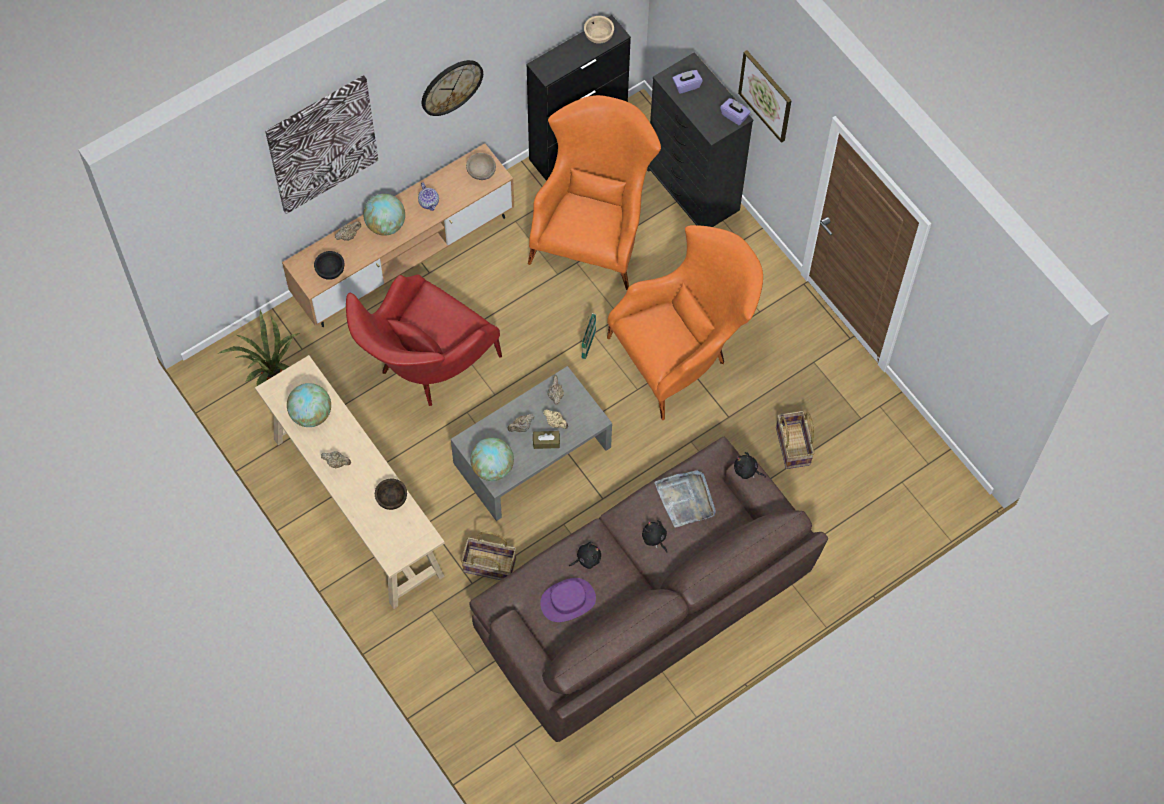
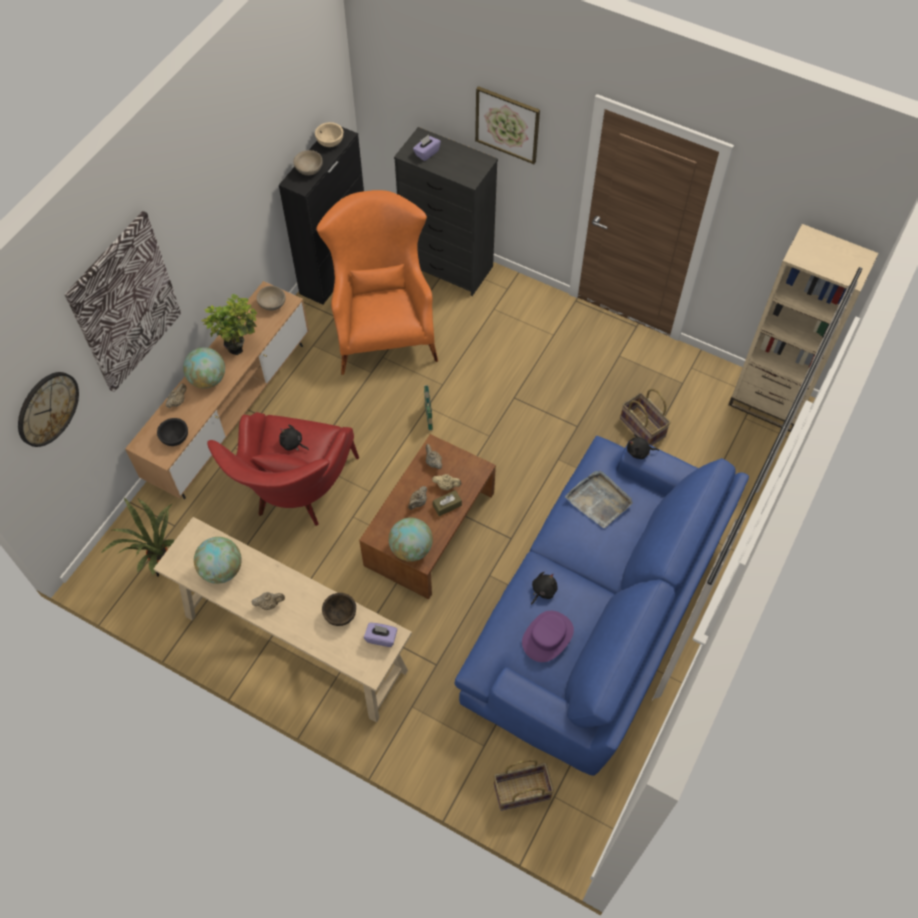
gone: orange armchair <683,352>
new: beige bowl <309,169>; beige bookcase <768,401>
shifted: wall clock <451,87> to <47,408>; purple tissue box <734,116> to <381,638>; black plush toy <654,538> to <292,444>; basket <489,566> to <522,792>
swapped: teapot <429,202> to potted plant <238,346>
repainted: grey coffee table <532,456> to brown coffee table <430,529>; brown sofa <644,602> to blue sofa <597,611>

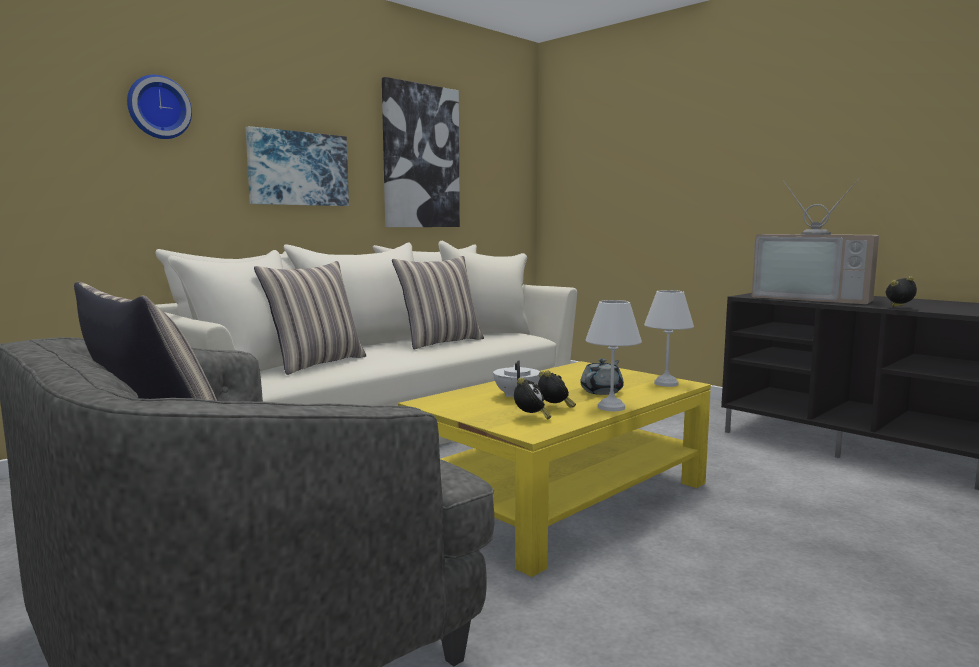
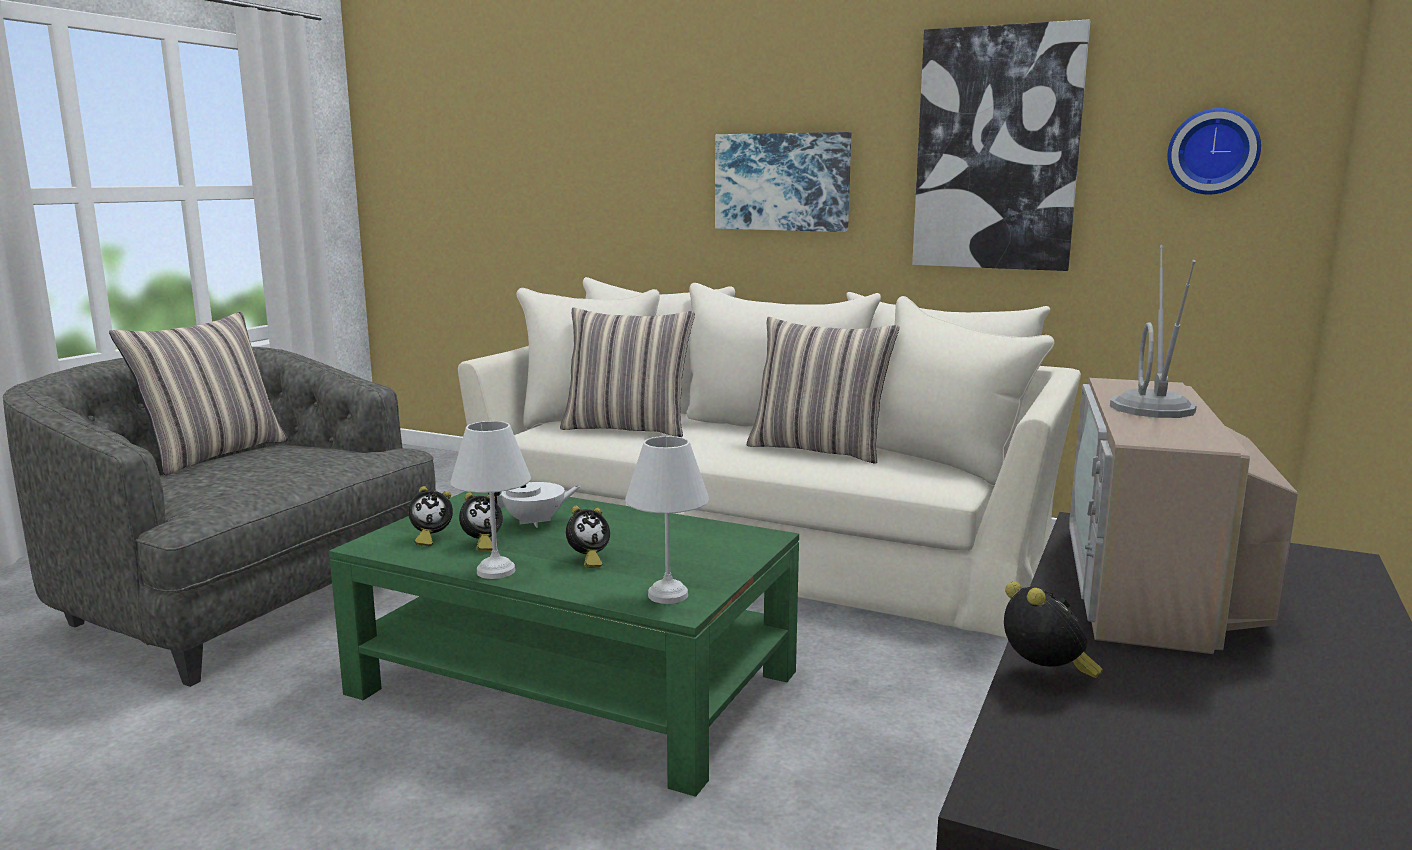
shifted: wall clock <158,107> to <1213,151>
swapped: grey teapot <602,391> to alarm clock <587,560>
repainted: yellow coffee table <561,497> to green coffee table <576,683>

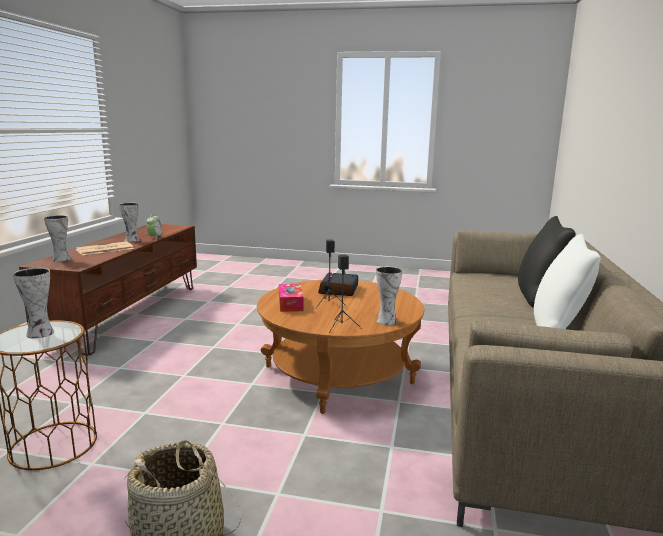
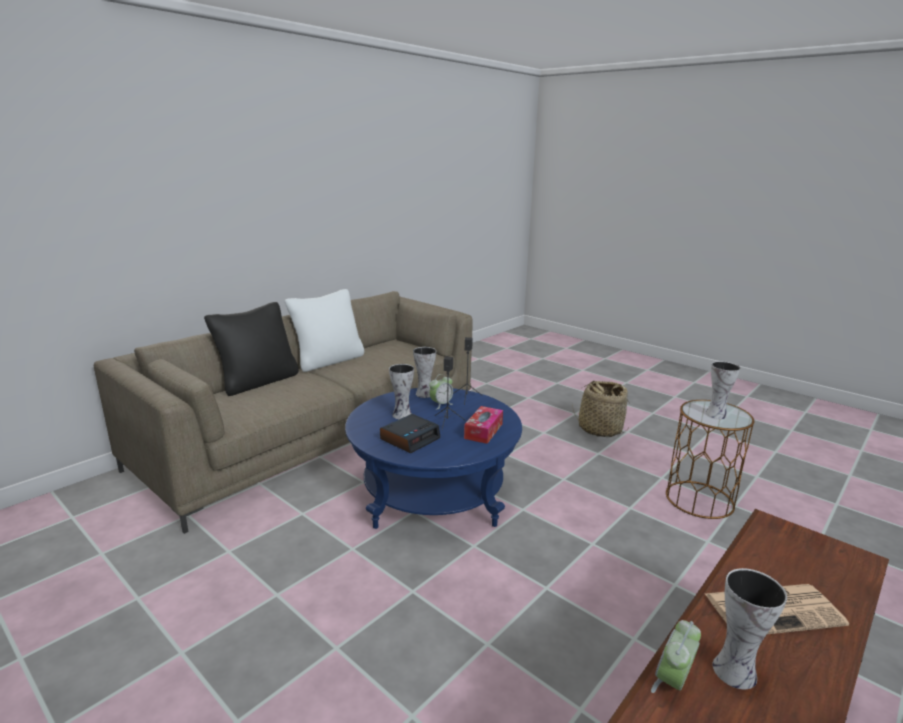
new: alarm clock <441,404>
shifted: vase <60,259> to <403,415>
repainted: brown coffee table <338,375> to blue coffee table <433,493>

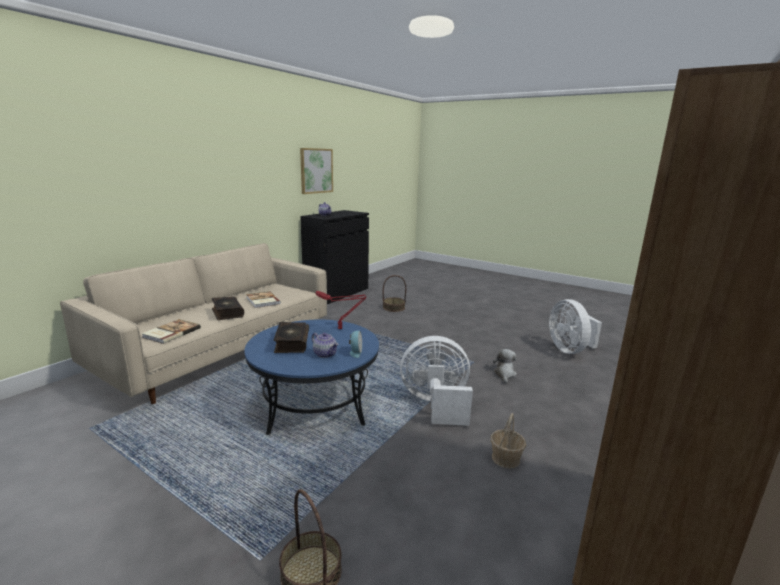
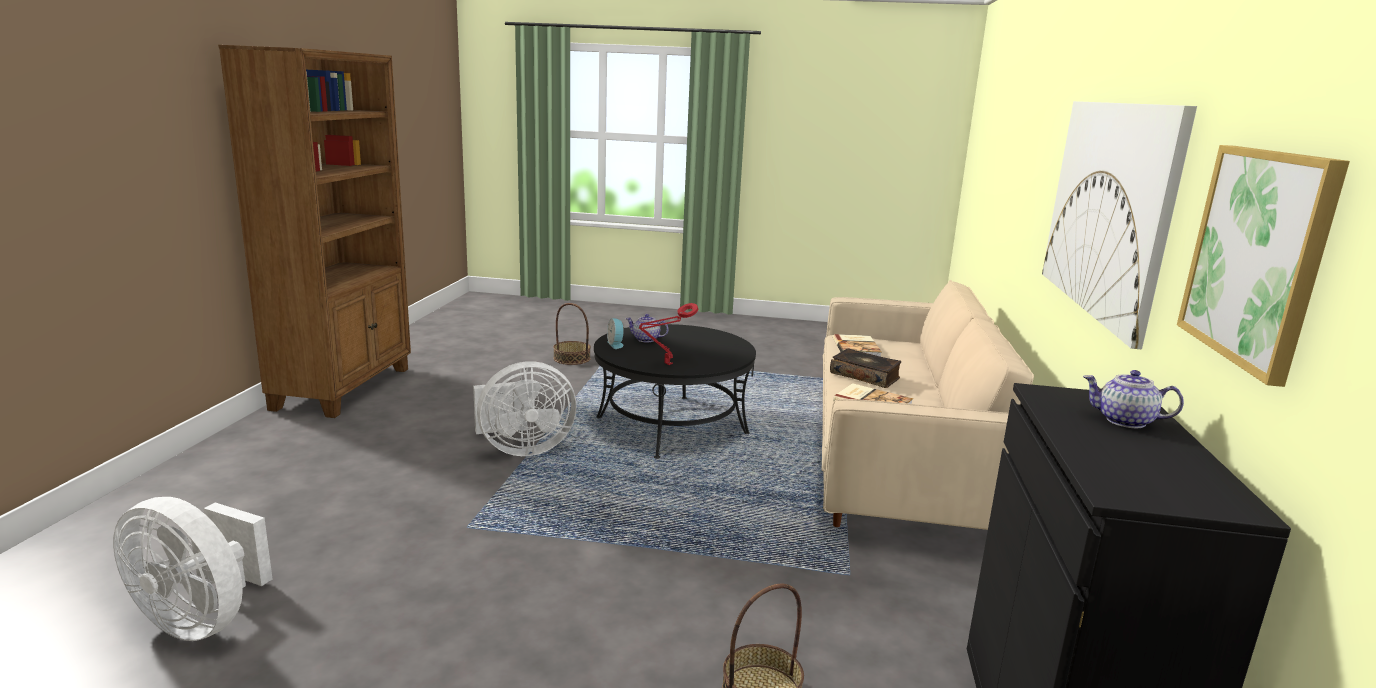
gone: book <291,343>; plush toy <504,374>; basket <506,458>
new: picture <1108,208>
repainted: blue coffee table <315,403> to black coffee table <672,426>
rotated: white fan <569,350> = <202,619> 150 degrees clockwise

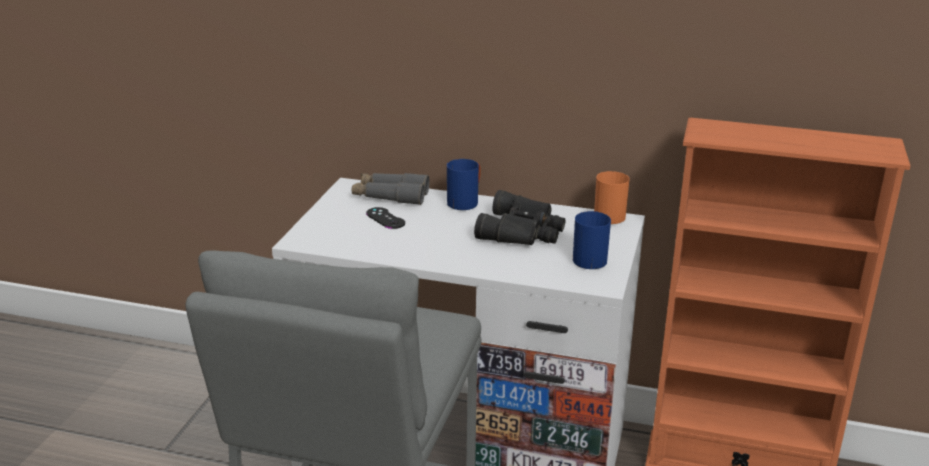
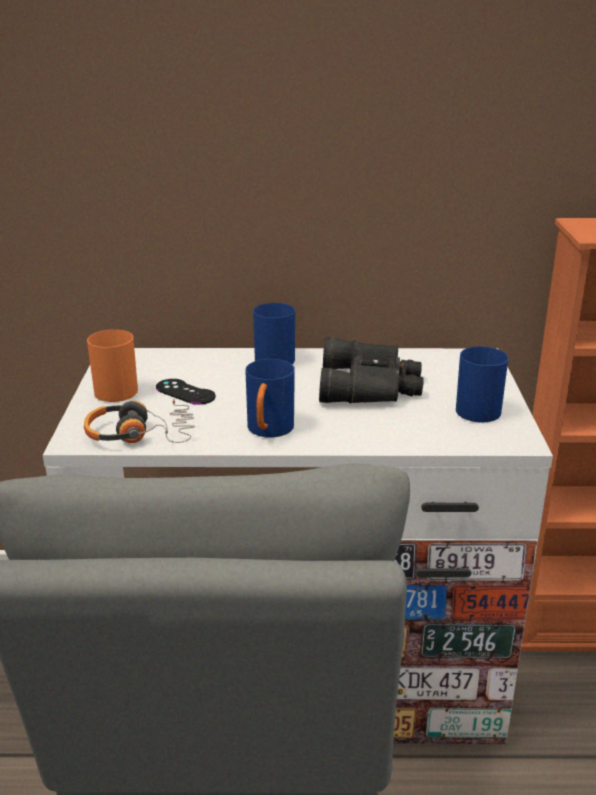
gone: grey binoculars <390,196>
new: blue mug <268,432>; headphones <141,434>
shifted: orange mug <606,215> to <112,389>

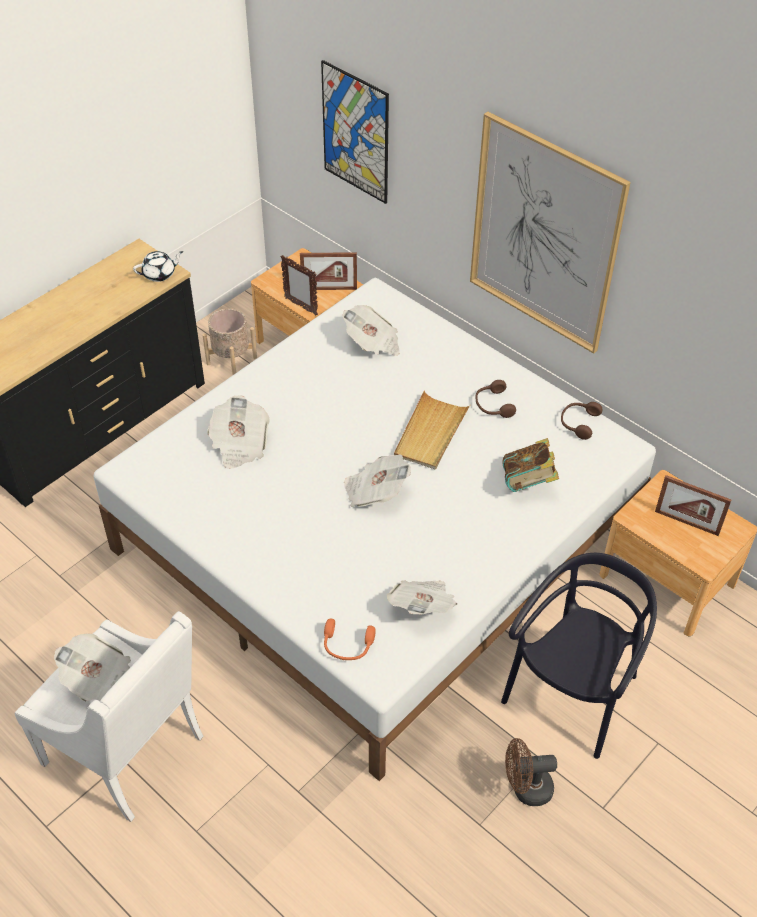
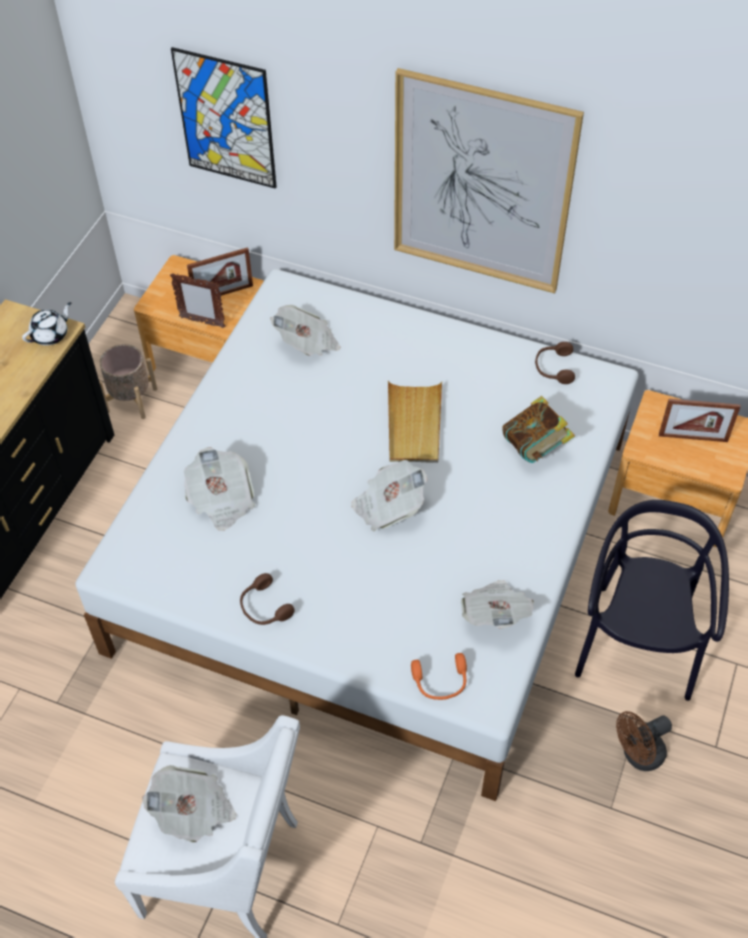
shifted: brown headphones <492,405> to <264,607>

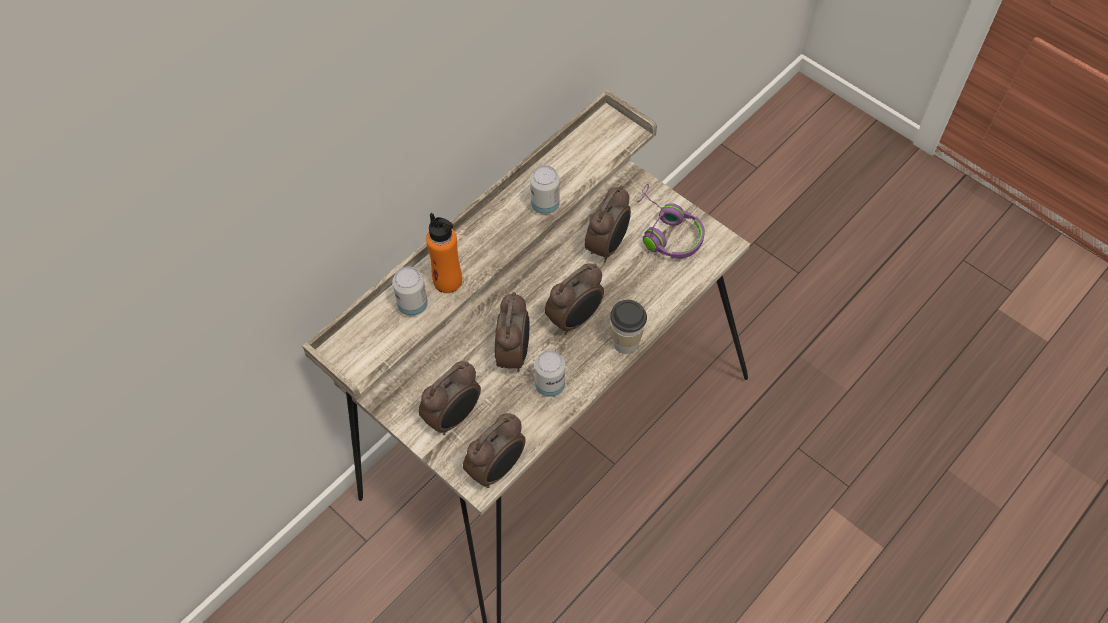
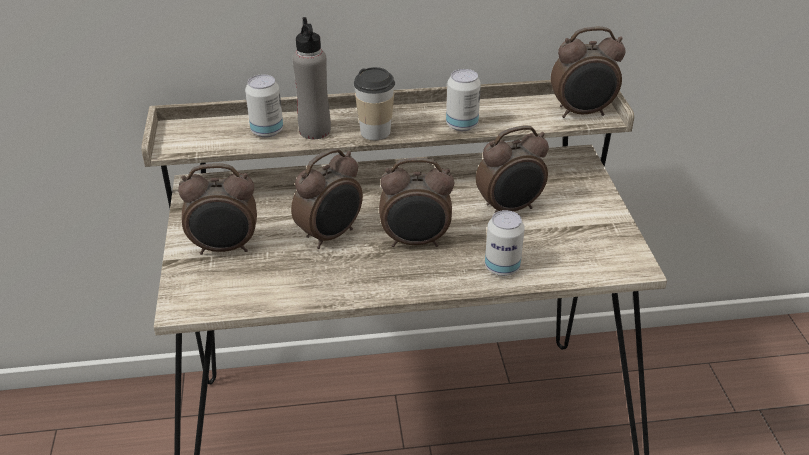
gone: purple headphones <665,232>
shifted: cup <625,342> to <375,132>; can <550,385> to <502,267>; alarm clock <497,468> to <582,113>
repainted: orange bottle <447,281> to grey bottle <315,131>

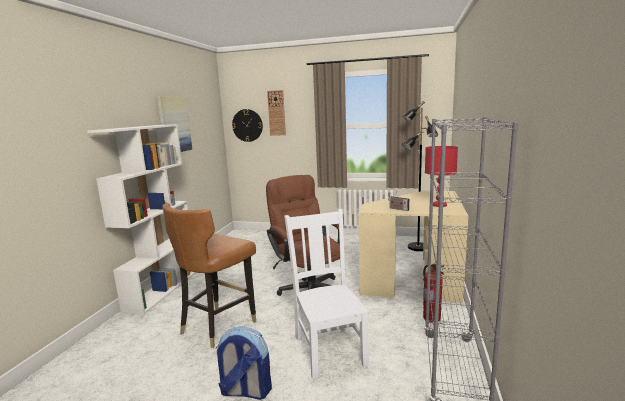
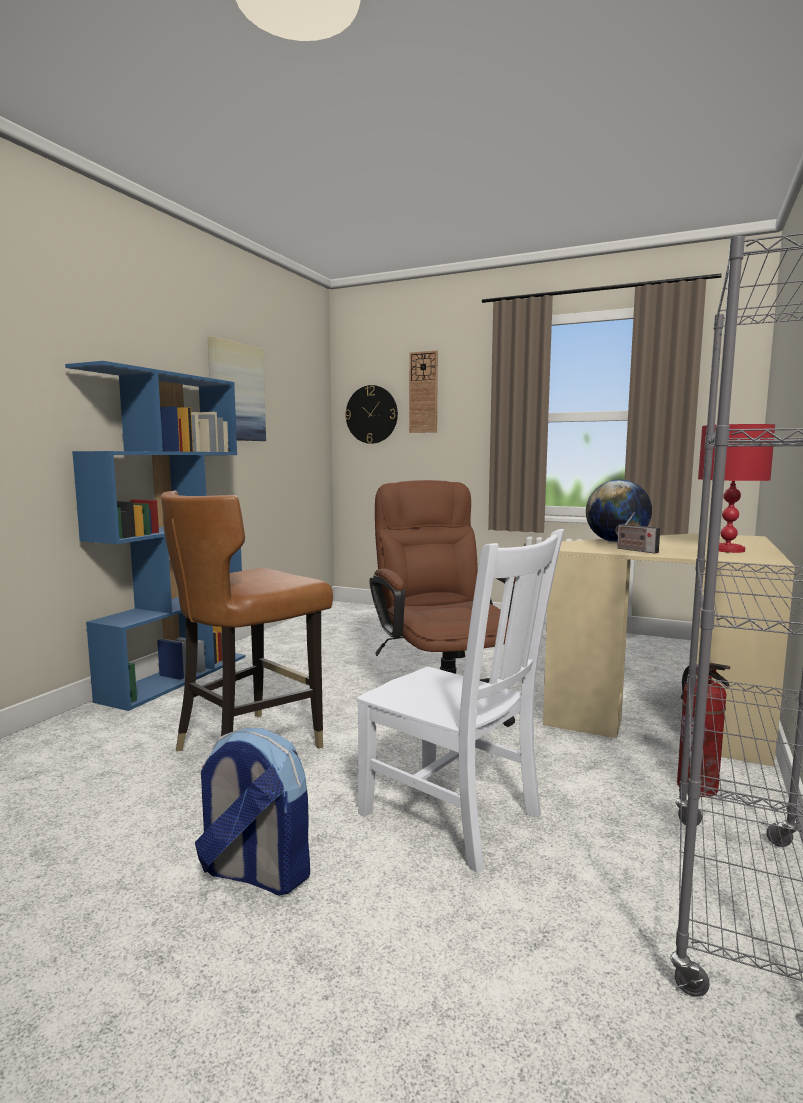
gone: black floor lamp <417,247>
new: globe <616,542>
repainted: white bookcase <162,290> to blue bookcase <176,677>
rotated: white chair <329,348> = <454,816> 135 degrees clockwise

